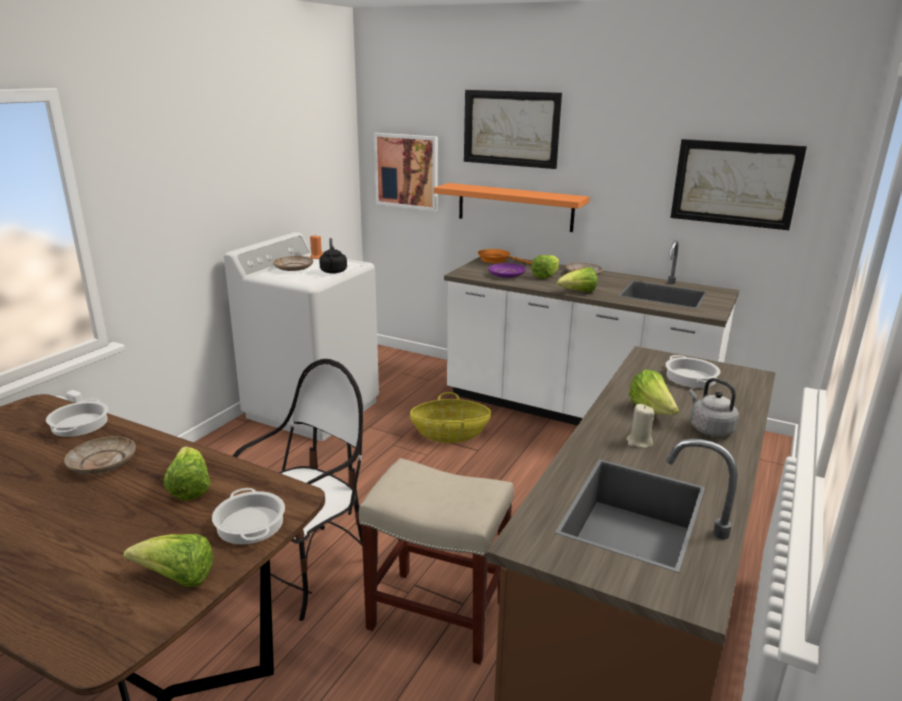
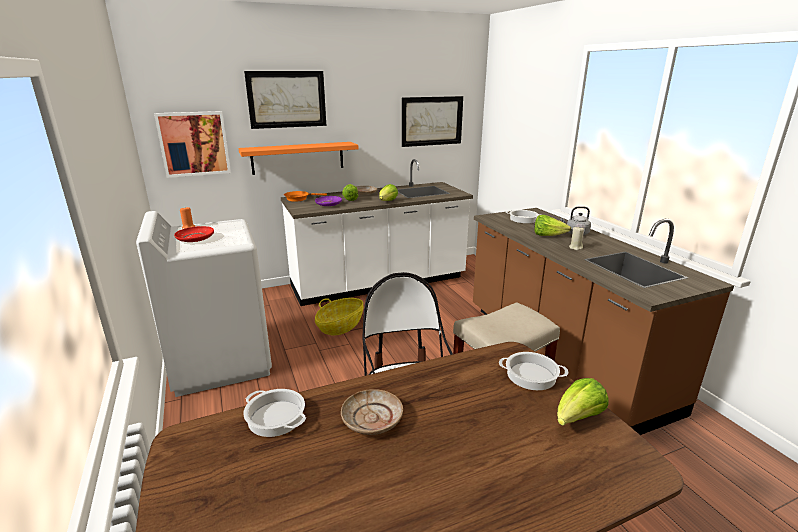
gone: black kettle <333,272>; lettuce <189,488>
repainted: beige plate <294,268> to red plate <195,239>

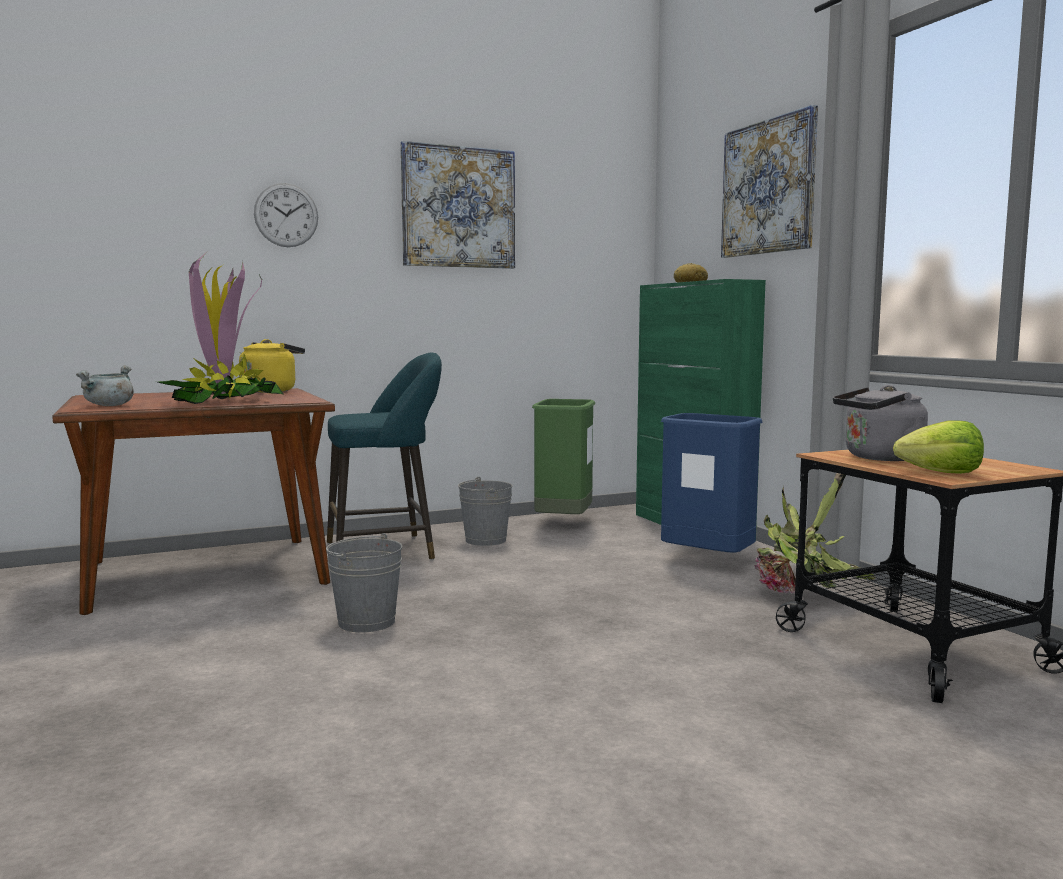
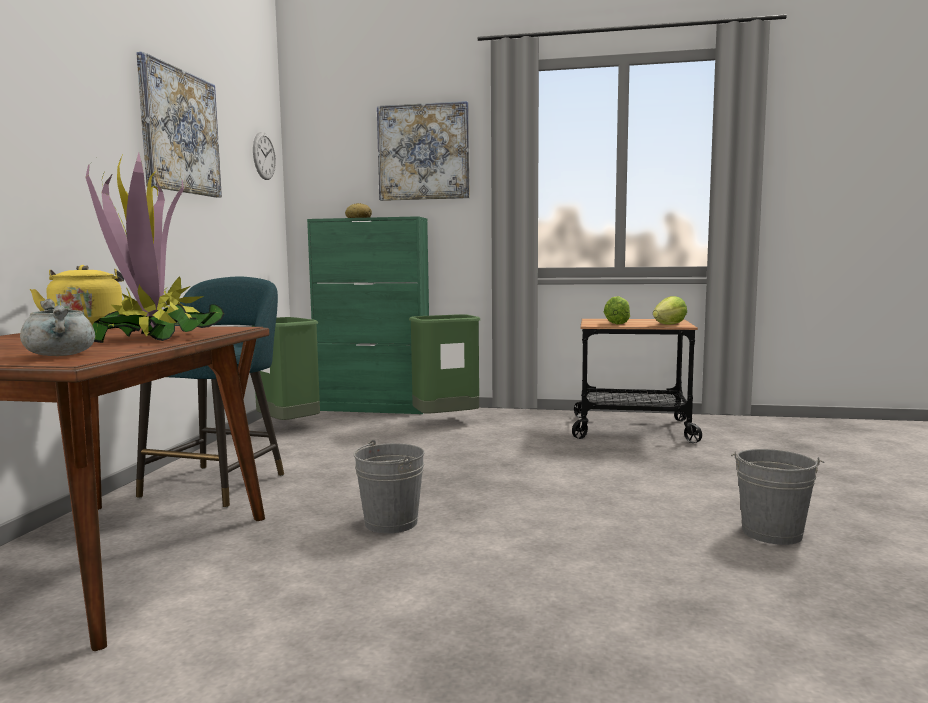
gone: potted plant <803,597>
shifted: wall clock <286,215> to <264,156>; grey bucket <485,540> to <771,533>
swapped: grey kettle <879,458> to lettuce <617,323>
repainted: blue trash can <707,562> to green trash can <446,422>

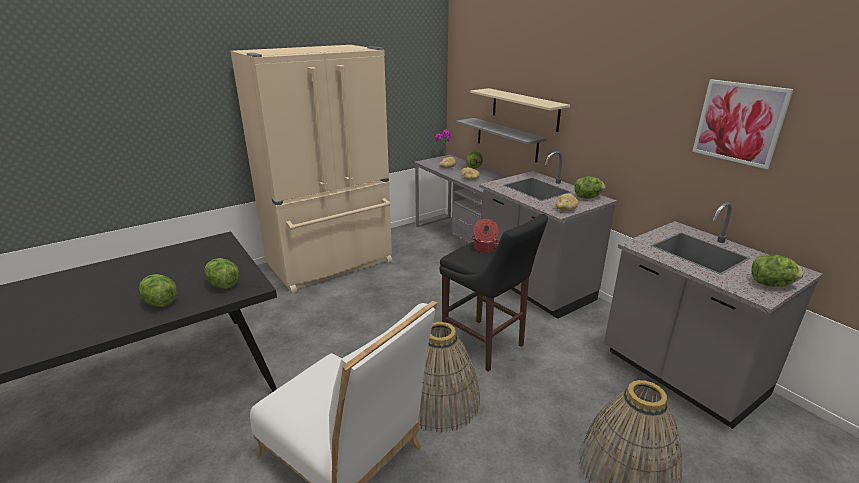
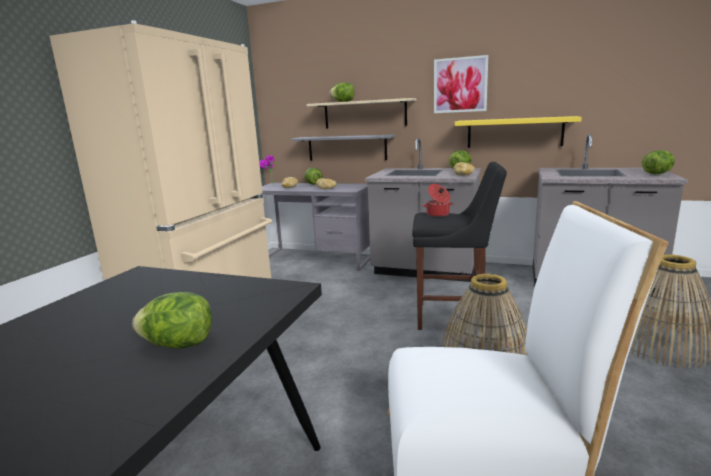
new: yellow shelf <514,132>
shifted: picture <739,122> to <460,85>; lettuce <223,285> to <343,101>

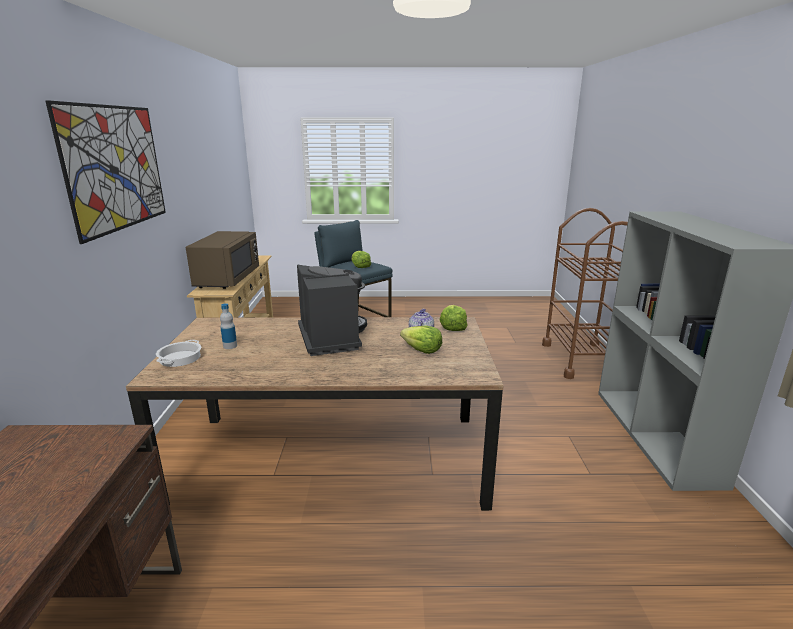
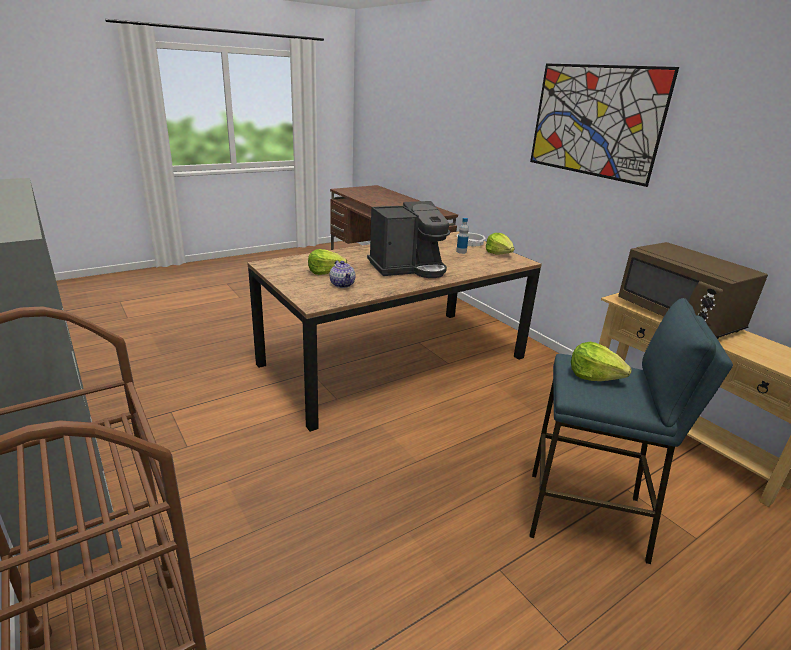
shifted: lettuce <452,327> to <499,253>
rotated: coffee machine <331,337> = <408,268> 60 degrees counterclockwise

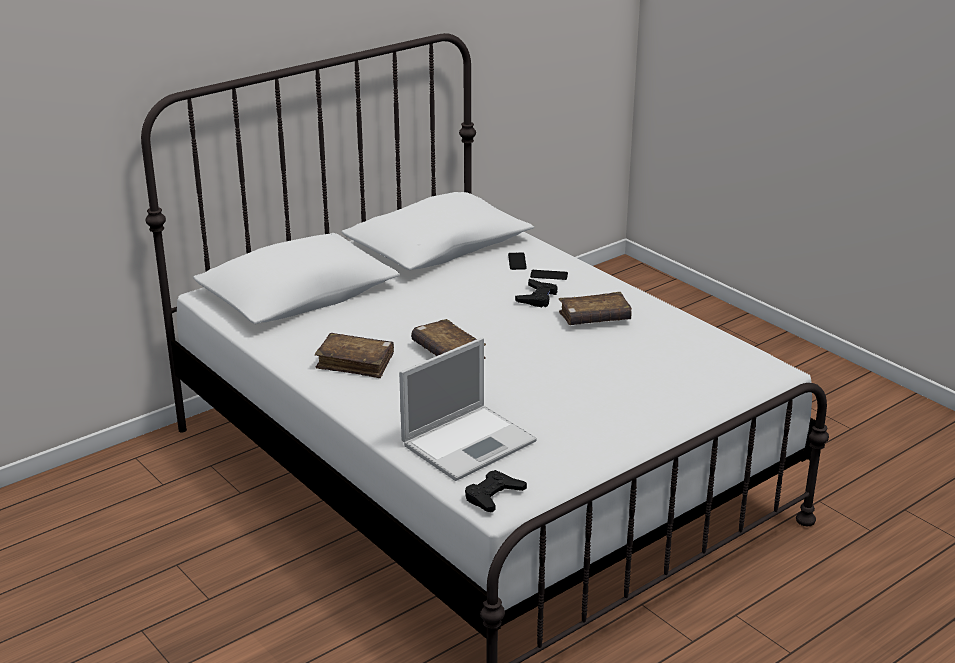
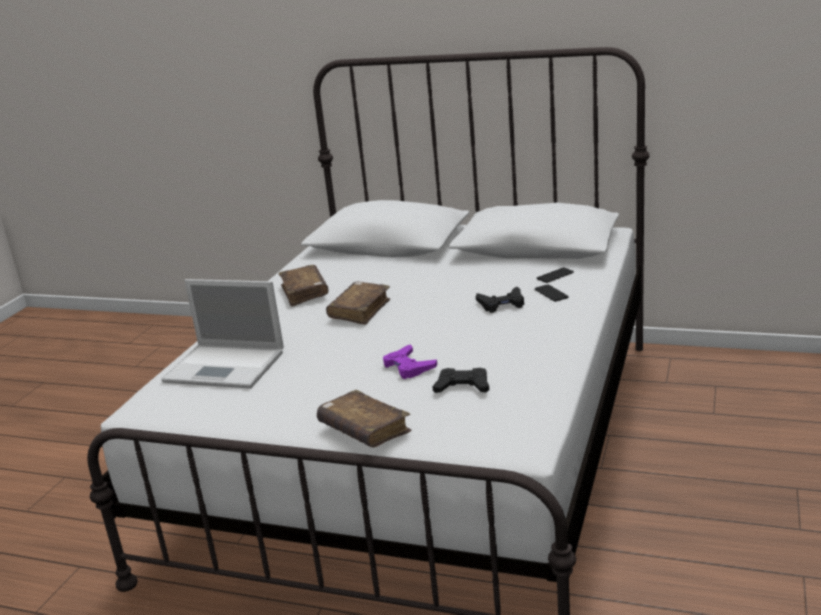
new: purple game controller <408,367>
shifted: brown book <594,318> to <364,429>; black game controller <493,496> to <462,386>

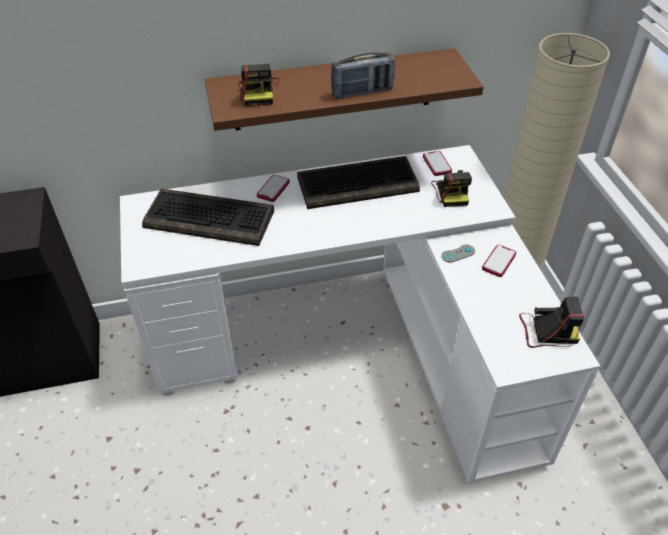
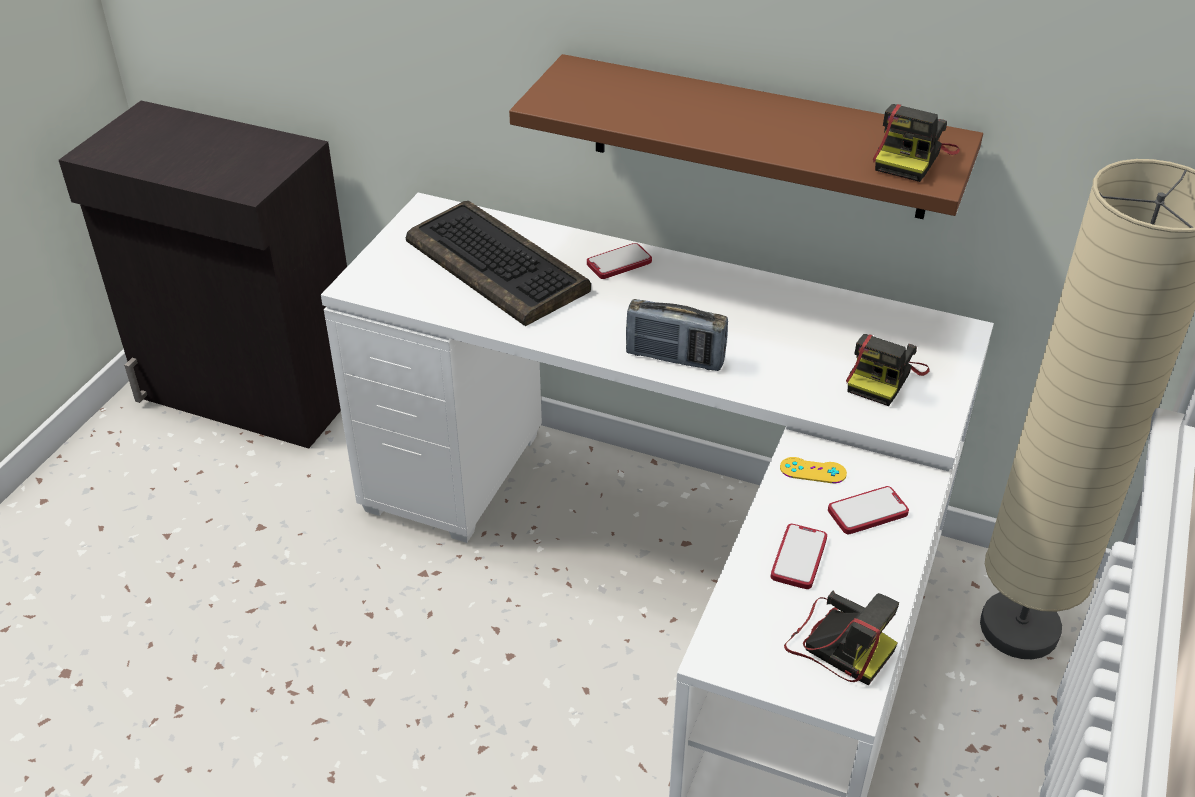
gone: keyboard <358,184>
shifted: radio <362,92> to <675,358>; photo camera <259,92> to <912,158>; phone <437,164> to <798,558>
repainted: grey game controller <458,253> to yellow game controller <813,470>

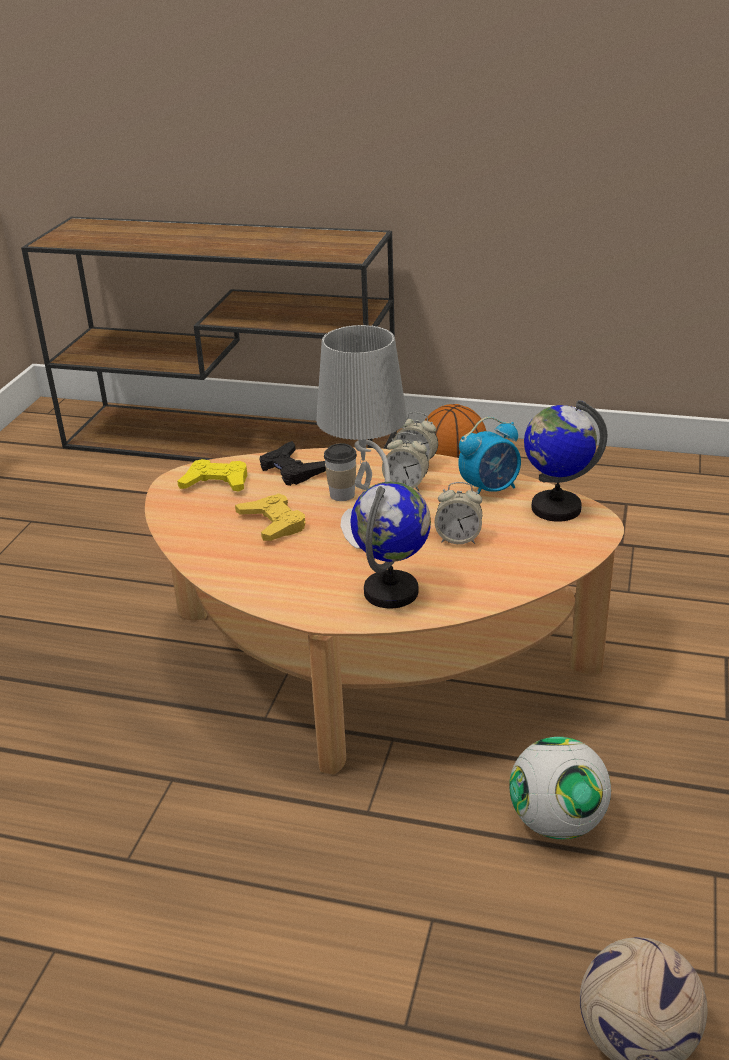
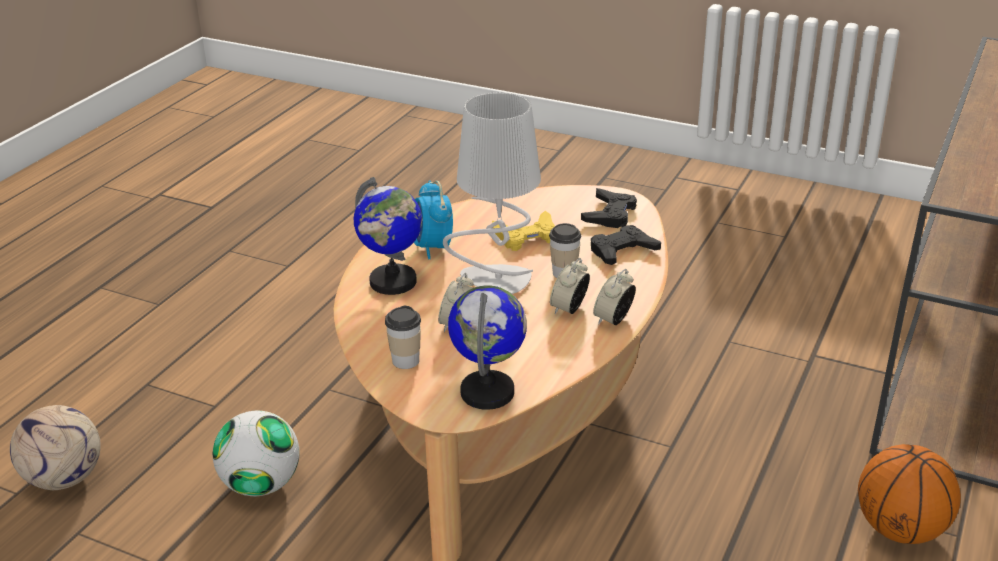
new: cup <405,361>
shifted: alarm clock <490,490> to <432,247>
repainted: yellow game controller <216,482> to black game controller <610,214>

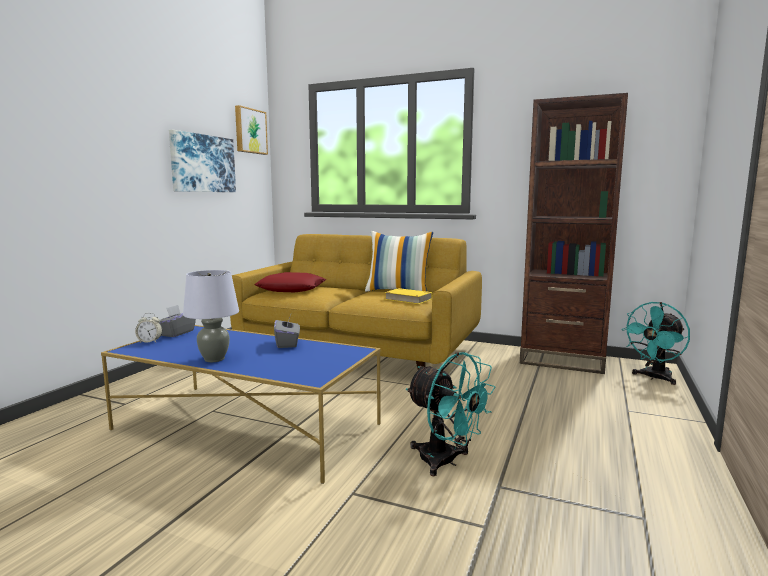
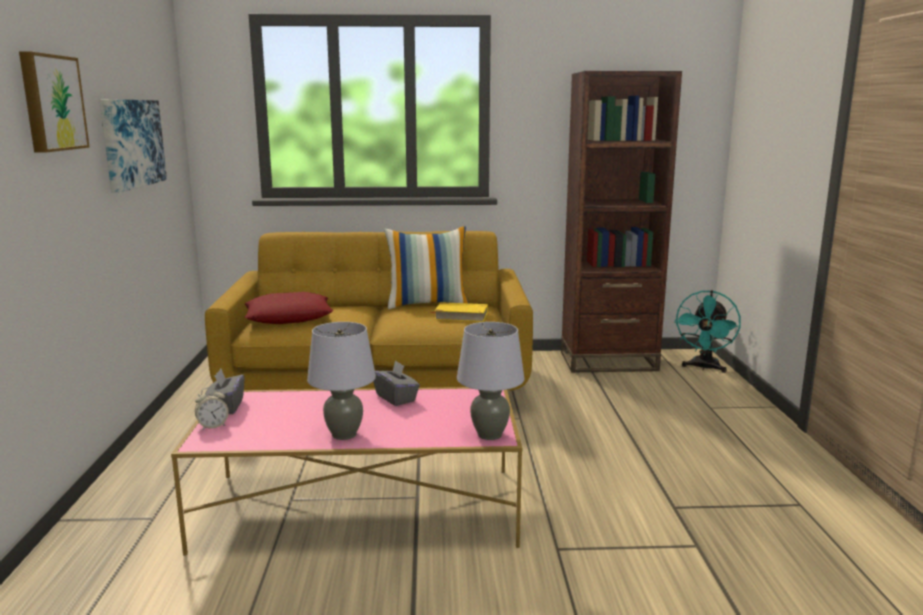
gone: turquoise fan <446,462>
new: grey table lamp <490,434>
shifted: picture <250,131> to <51,103>
repainted: blue coffee table <247,427> to pink coffee table <362,509>

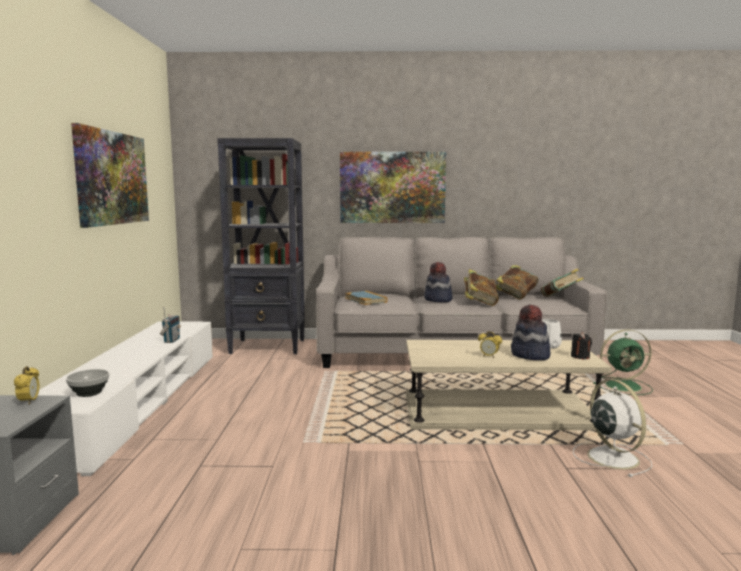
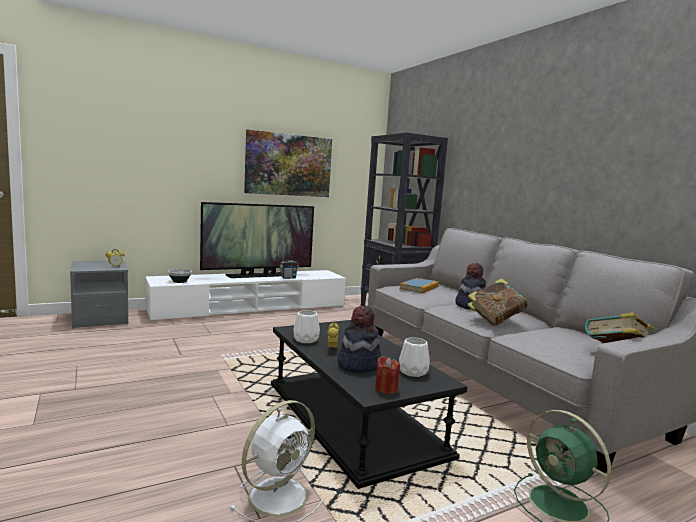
gone: picture <392,187>; book <516,296>
new: television <257,275>; white vase <305,339>
repainted: black candle <580,357> to red candle <386,389>; beige coffee table <498,411> to black coffee table <353,418>

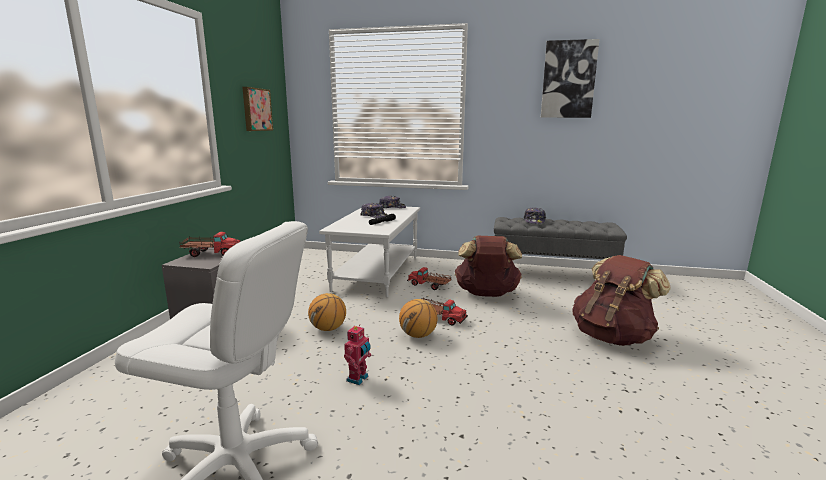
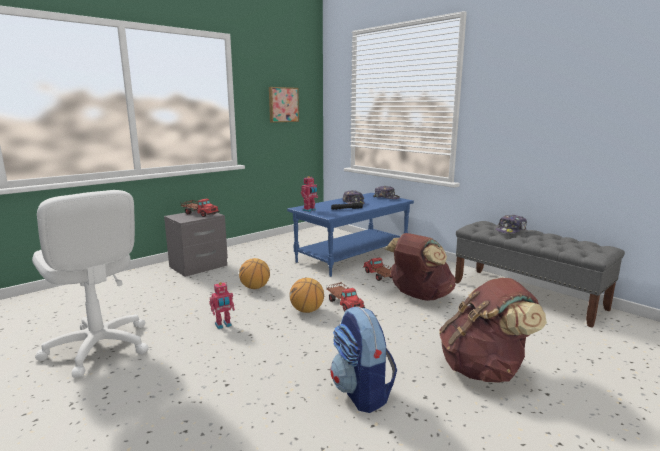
gone: picture <568,79>
new: toy robot <309,210>; backpack <362,392>
repainted: white coffee table <376,273> to blue coffee table <352,256>

